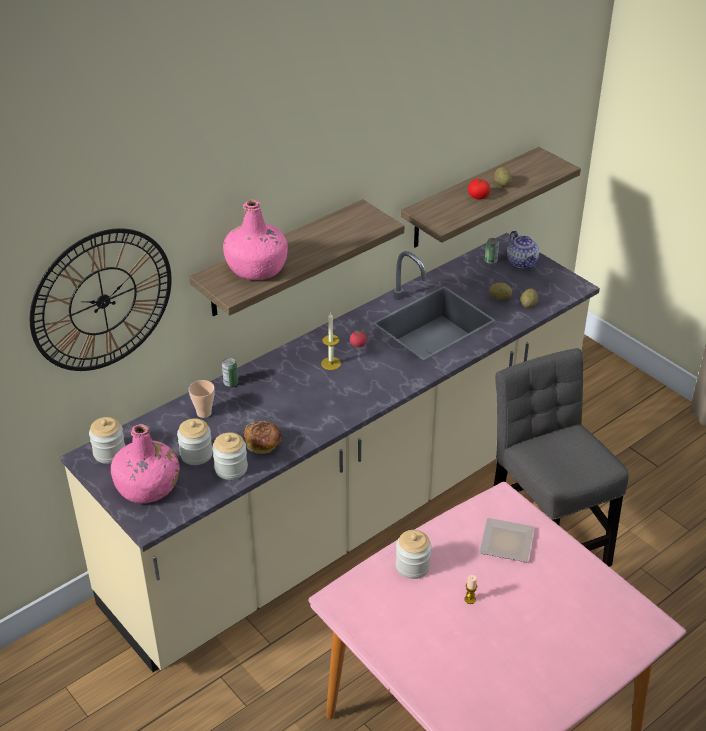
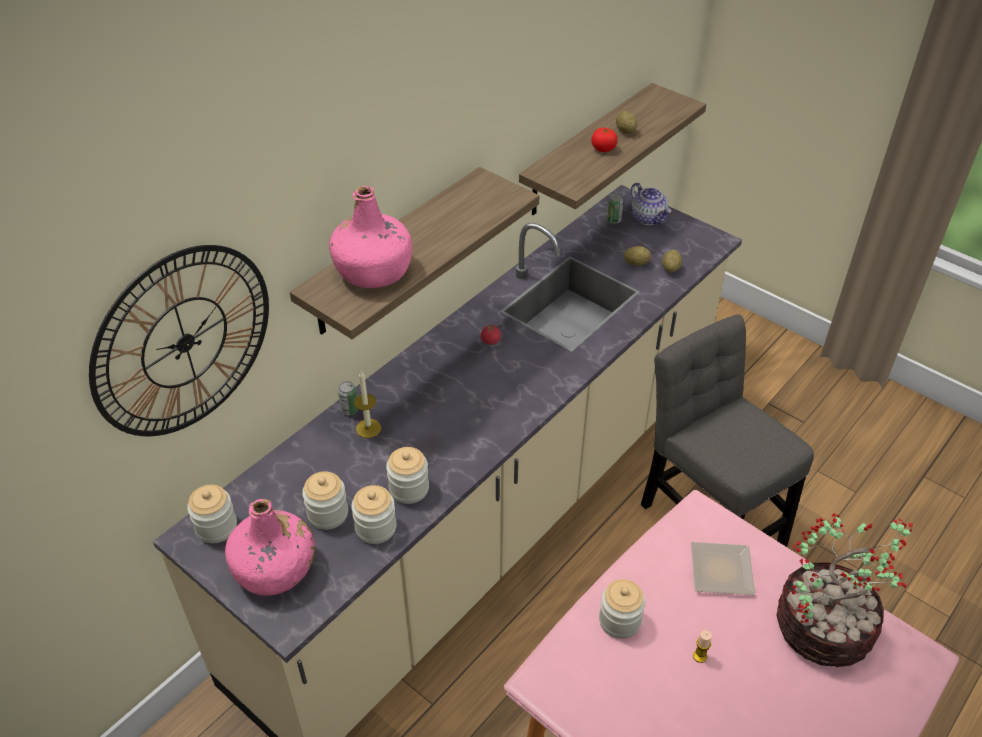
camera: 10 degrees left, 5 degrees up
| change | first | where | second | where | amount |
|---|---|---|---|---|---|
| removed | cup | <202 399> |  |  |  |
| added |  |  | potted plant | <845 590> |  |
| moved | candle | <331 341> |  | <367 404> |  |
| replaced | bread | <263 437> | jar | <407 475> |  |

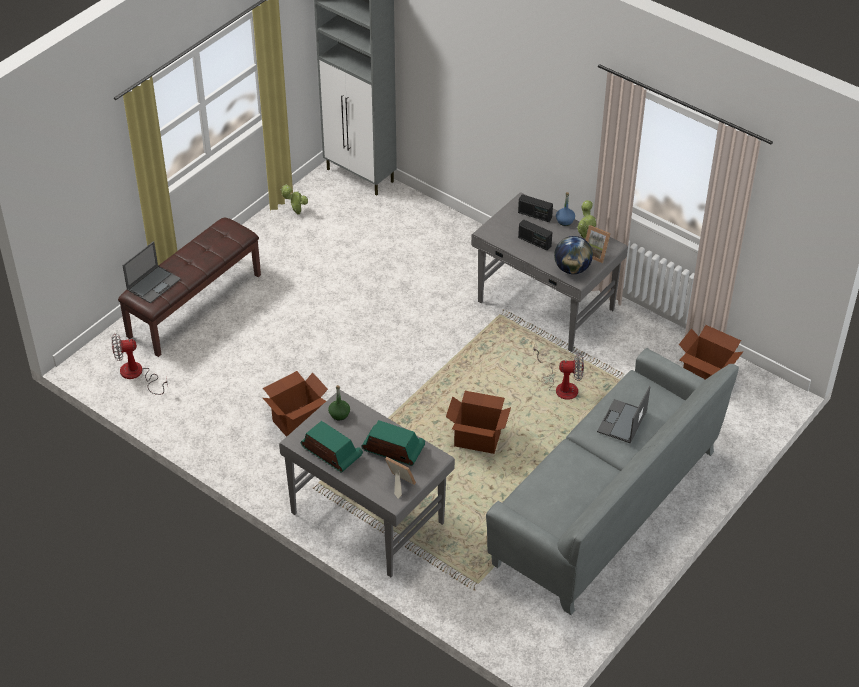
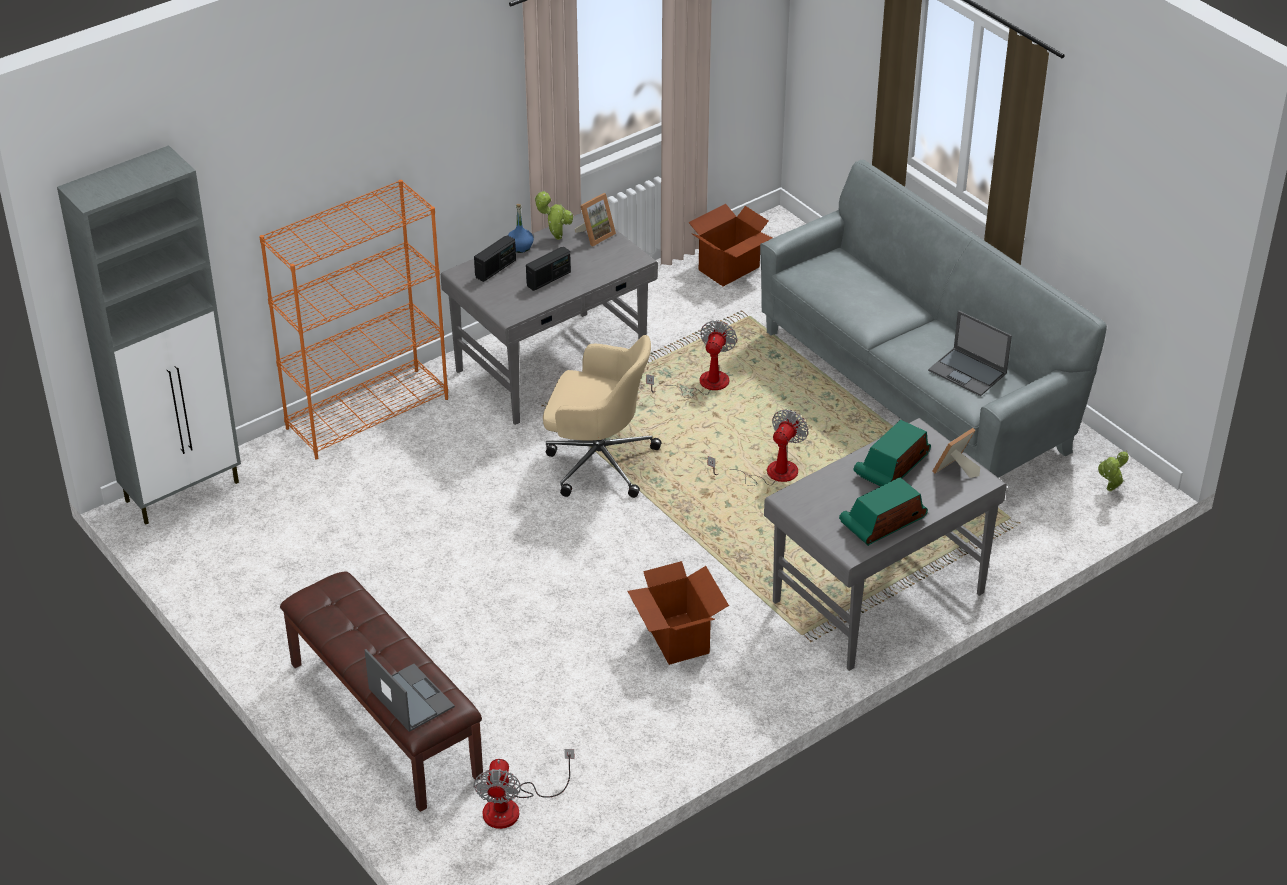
camera: 75 degrees left, 5 degrees down
| change | first | where | second | where | amount |
|---|---|---|---|---|---|
| removed | bottle (green) | <339 402> |  |  |  |
| removed | globe | <573 255> |  |  |  |
| added |  |  | bookcase (orange) | <353 320> |  |
| added |  |  | office chair (beige) | <602 416> |  |
| moved | potted plant | <294 199> |  | <1113 471> |  |
| moved | laptop | <624 414> |  | <970 353> |  |
| replaced | cardboard box | <478 422> | fan | <758 447> |  |

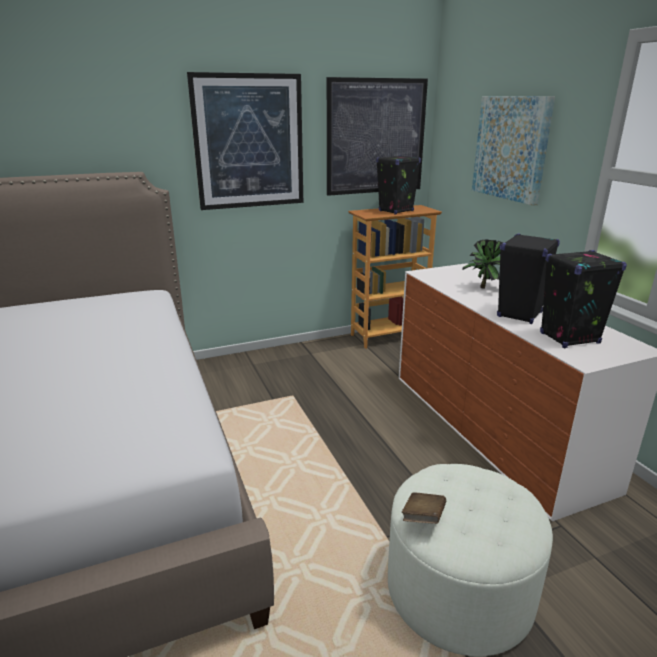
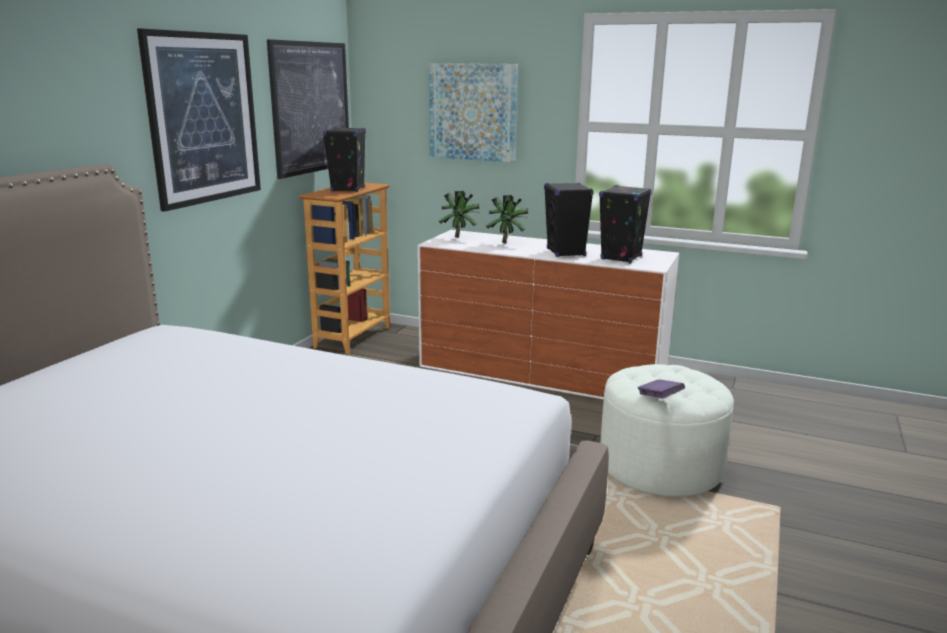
camera: 45 degrees left, 5 degrees down
| change | first | where | second | where | amount |
|---|---|---|---|---|---|
| added |  |  | potted plant | <459 214> |  |
| recoloured | book (brown) | <424 508> | book (purple) | <661 389> |  |

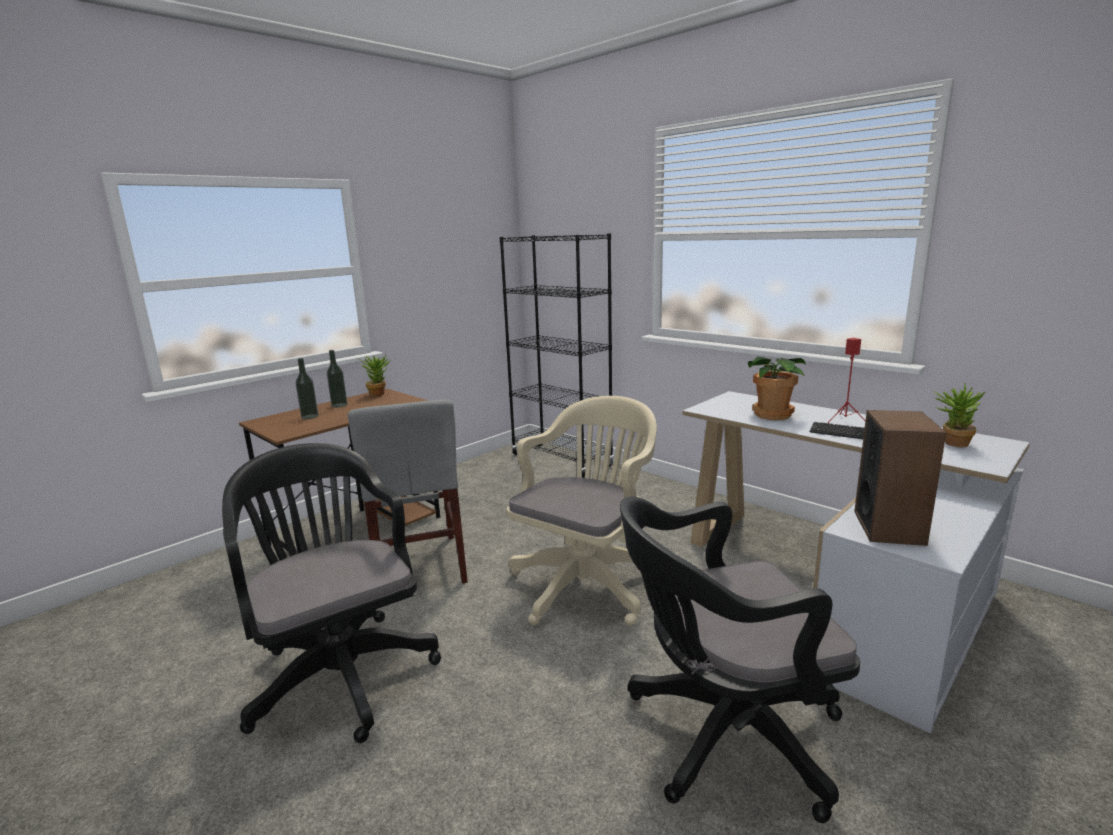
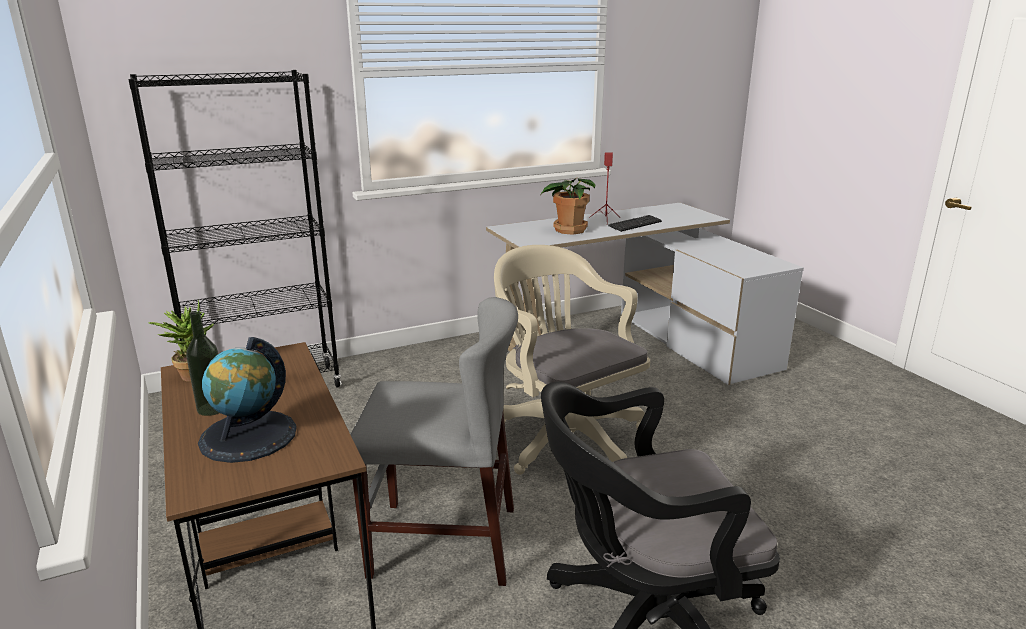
camera: 70 degrees left, 5 degrees up
| change | first | where | second | where | amount |
|---|---|---|---|---|---|
| removed | office chair (black) | <740 660> |  |  |  |
| removed | speaker | <900 478> |  |  |  |
| removed | potted plant | <959 415> |  |  |  |
| replaced | bottle | <307 388> | globe | <247 400> |  |

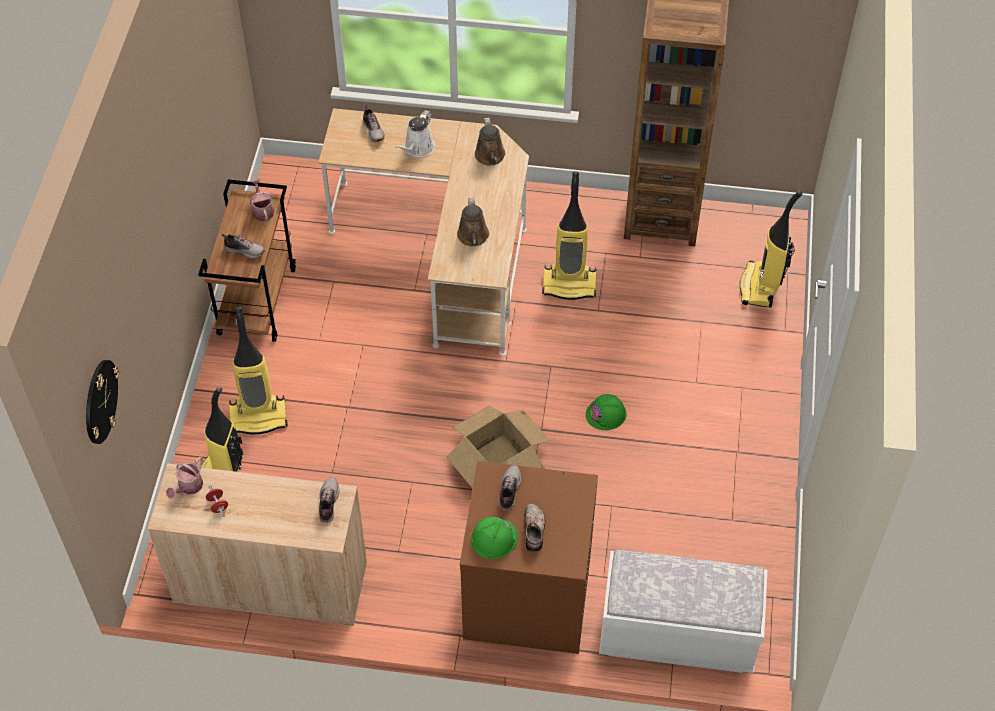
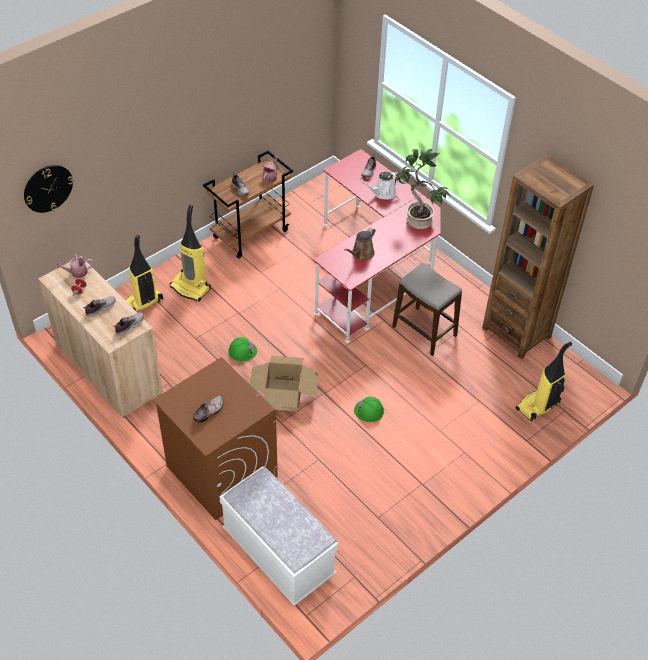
camera: 40 degrees right, 5 degrees down
| change | first | where | second | where | amount |
|---|---|---|---|---|---|
| moved | hard hat (green) | <494 538> |  | <242 349> |  |
| moved | shoe | <510 488> |  | <99 306> |  |
| replaced | watering can (brown) | <490 141> | potted plant | <422 189> |  |
| replaced | vacuum cleaner | <569 236> | stool | <427 309> |  |
| recoloured | desk (beige) | <423 232> | desk (red) | <377 246> |  |

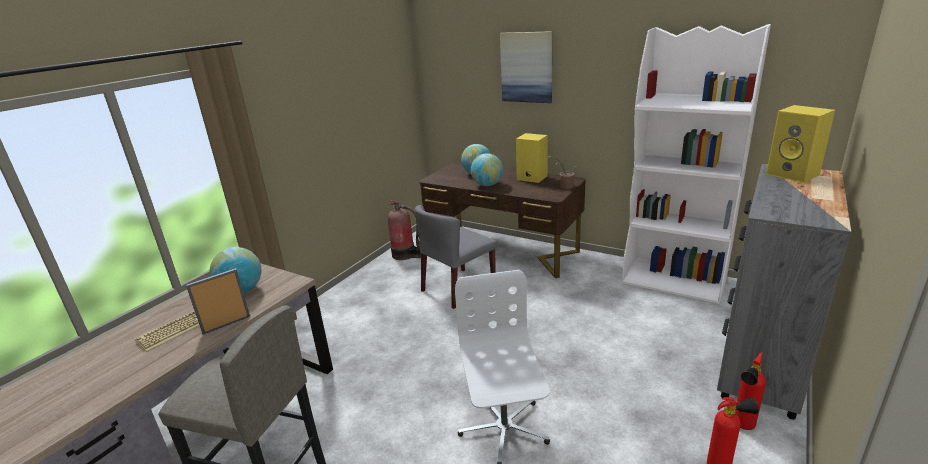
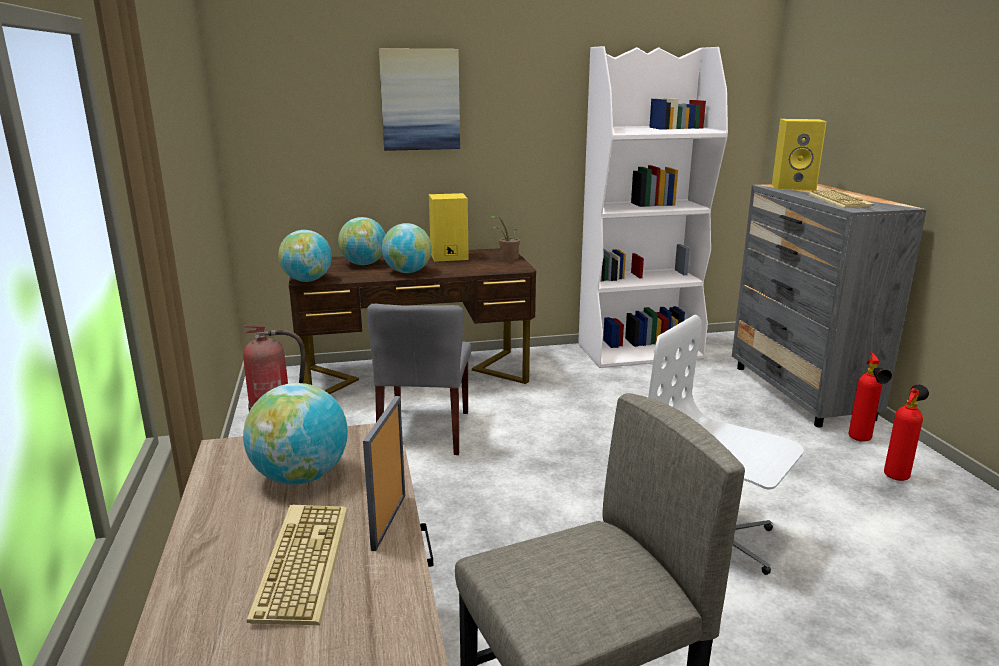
camera: 45 degrees left, 5 degrees down
| change | first | where | second | where | amount |
|---|---|---|---|---|---|
| added |  |  | globe | <305 256> |  |
| added |  |  | keyboard | <841 198> |  |

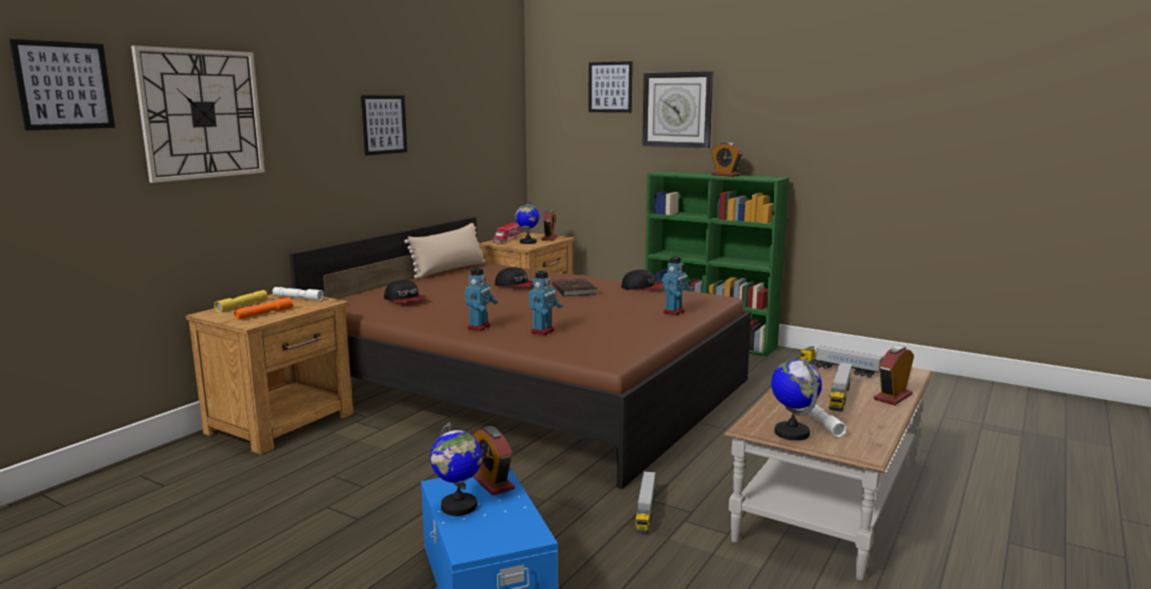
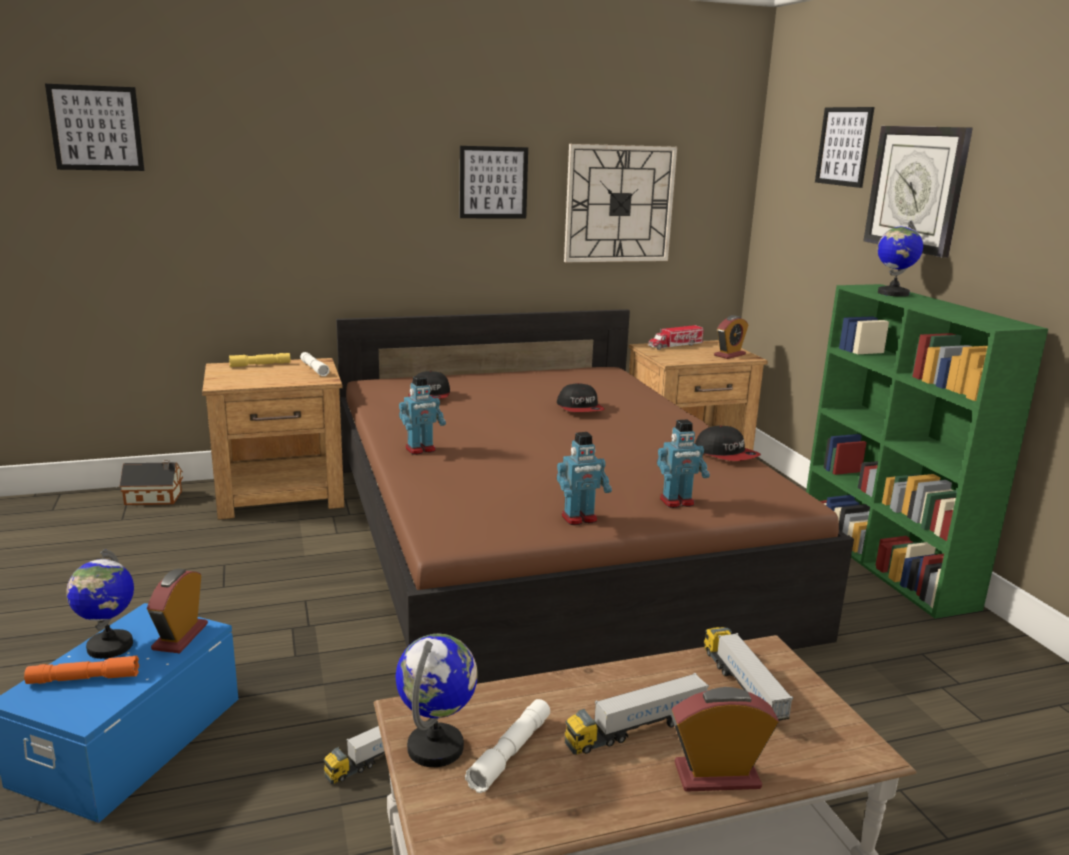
camera: 40 degrees right, 5 degrees up
| change | first | where | second | where | amount |
|---|---|---|---|---|---|
| removed | pillow (beige) | <444 251> |  |  |  |
| removed | book (brown) | <575 287> |  |  |  |
| removed | alarm clock | <727 159> |  |  |  |
| added |  |  | toy house | <151 482> |  |
| moved | wall clock | <198 114> |  | <620 203> |  |
| moved | flashlight (orange) | <263 308> |  | <81 670> |  |
| moved | globe | <527 222> |  | <900 259> |  |
| moved | toy robot | <546 303> |  | <584 478> |  |

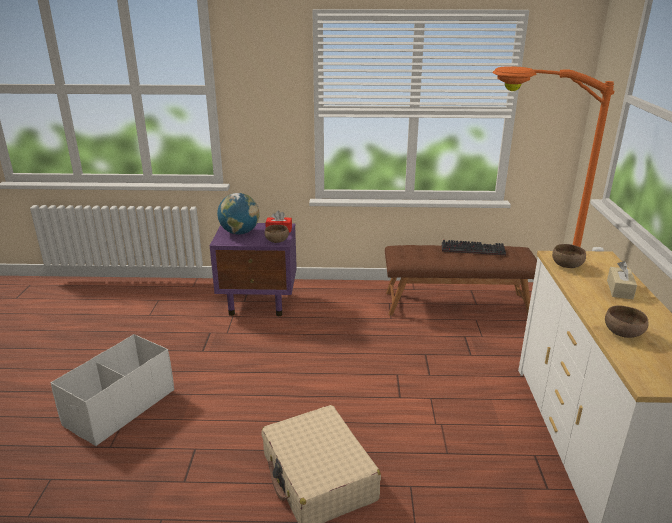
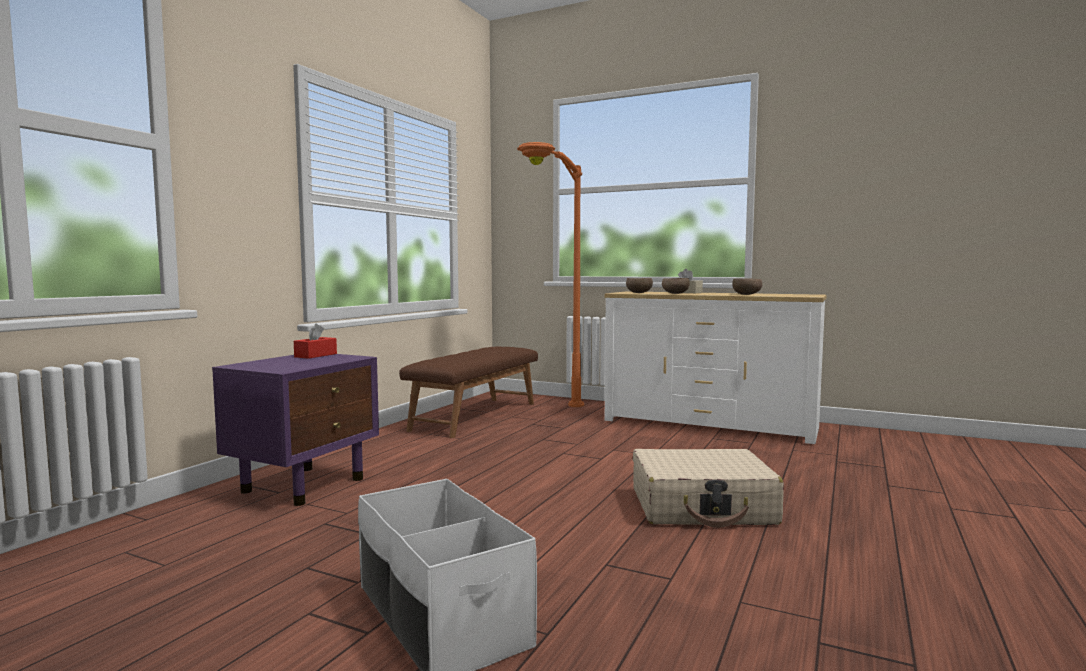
camera: 65 degrees left, 20 degrees down
| change | first | where | second | where | amount |
|---|---|---|---|---|---|
| removed | globe | <238 214> |  |  |  |
| removed | keyboard | <474 247> |  |  |  |
| moved | bowl (brown) | <276 234> |  | <676 286> |  |

